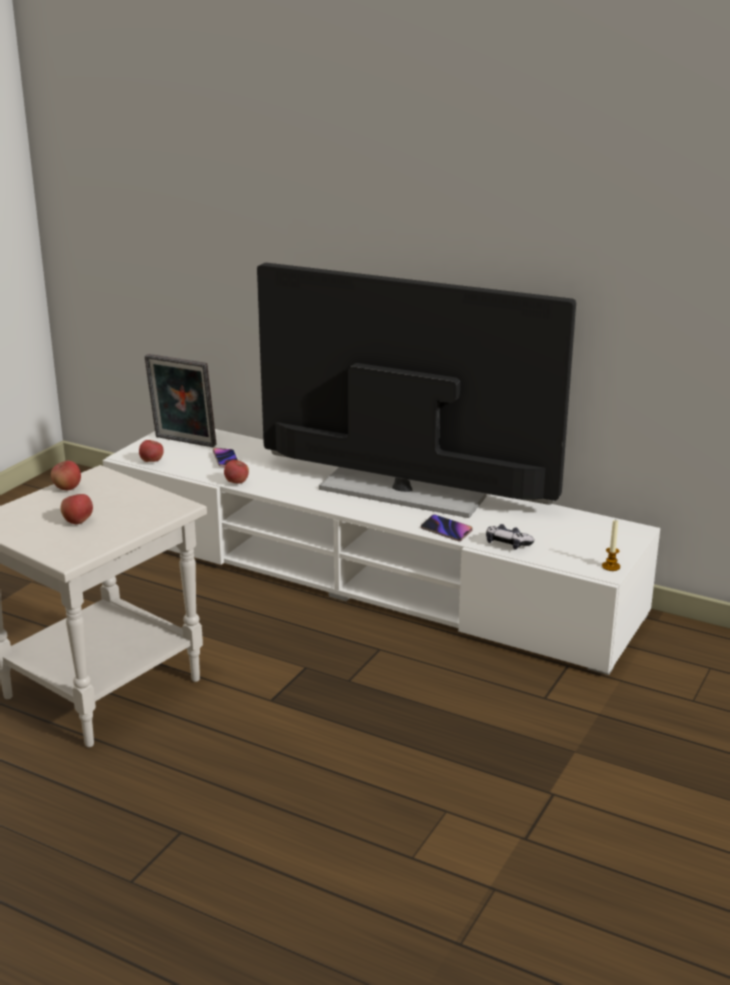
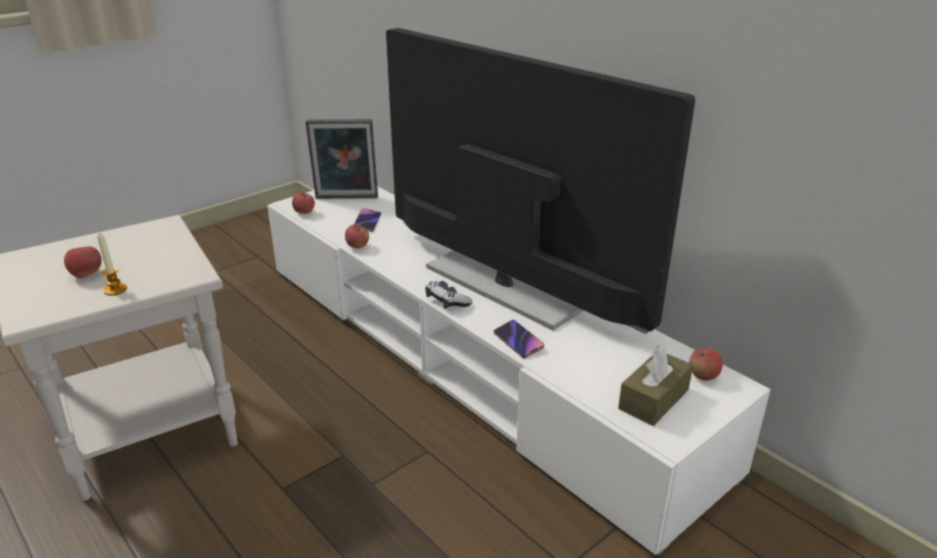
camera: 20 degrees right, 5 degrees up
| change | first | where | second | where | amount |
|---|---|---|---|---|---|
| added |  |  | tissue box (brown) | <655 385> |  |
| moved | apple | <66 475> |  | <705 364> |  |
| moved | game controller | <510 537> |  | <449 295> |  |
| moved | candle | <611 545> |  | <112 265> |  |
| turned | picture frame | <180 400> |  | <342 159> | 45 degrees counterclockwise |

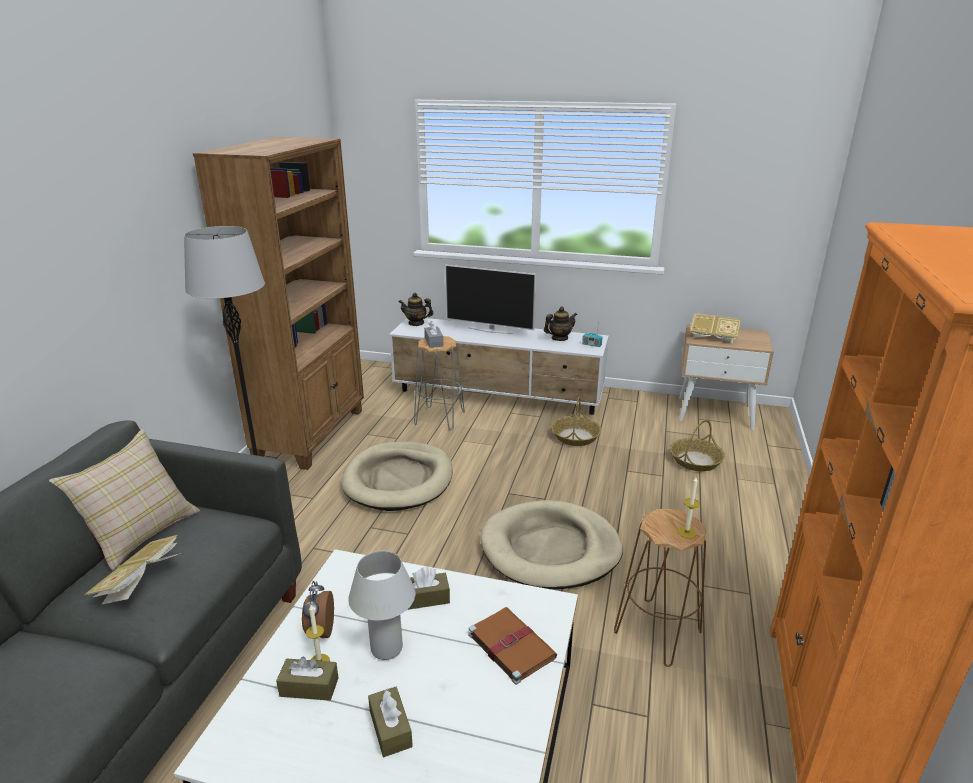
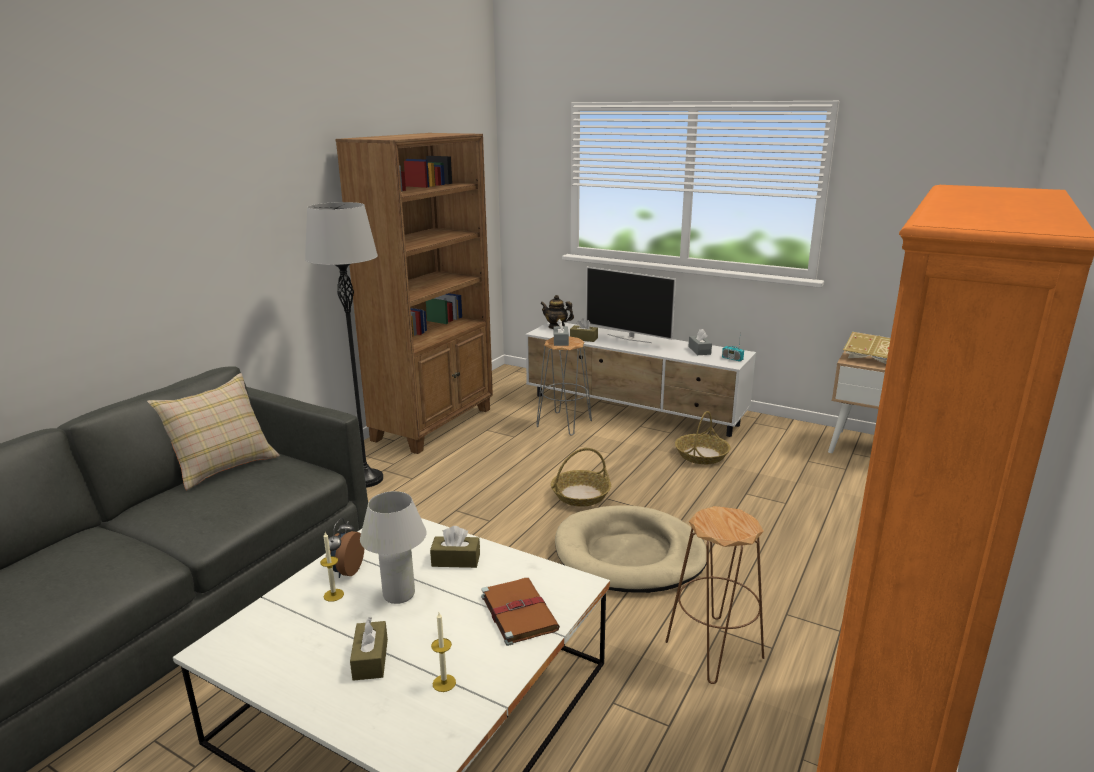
camera: 15 degrees right, 5 degrees down
| change | first | where | second | where | amount |
|---|---|---|---|---|---|
| removed | book | <132 570> |  |  |  |
| removed | dog bed (beige) | <397 476> |  |  |  |
| moved | tissue box (brown) | <307 679> |  | <584 330> |  |
| moved | basket | <697 445> |  | <581 477> |  |
| moved | candle | <689 508> |  | <443 652> |  |
| replaced | teapot | <560 323> | tissue box (grey) | <700 342> |  |

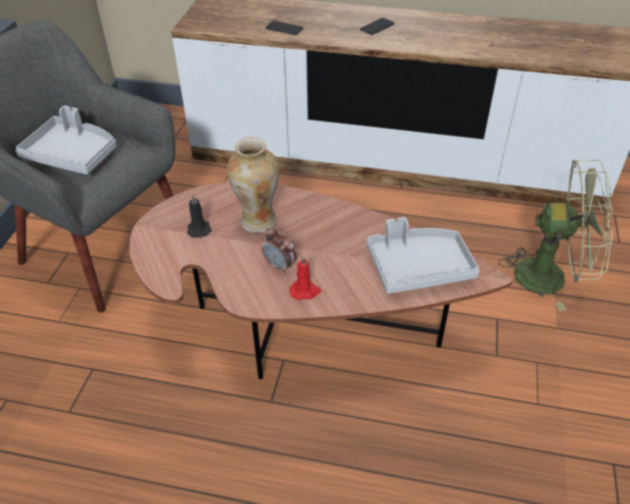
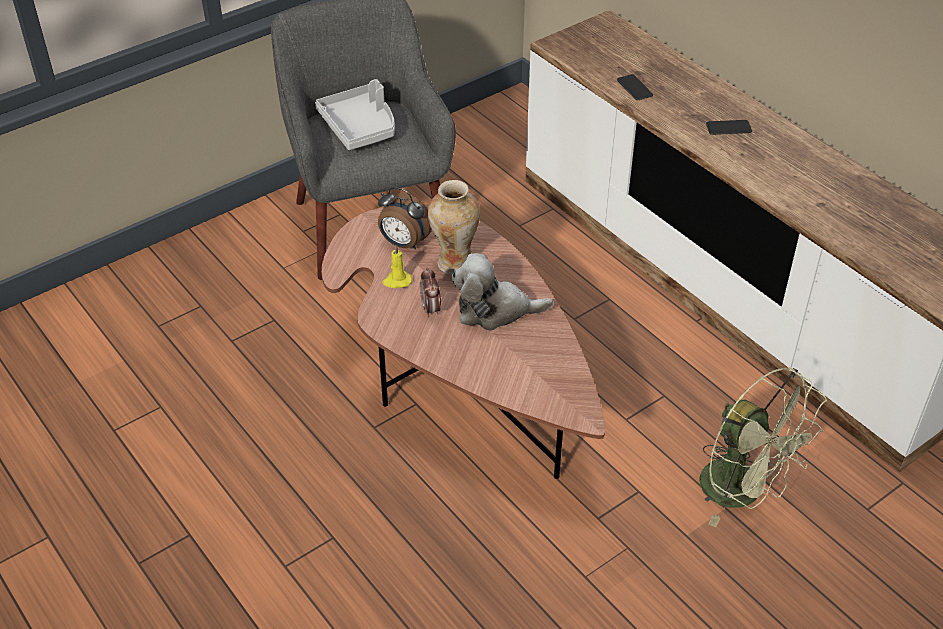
camera: 40 degrees right, 0 degrees up
| change | first | where | second | where | amount |
|---|---|---|---|---|---|
| removed | candle (red) | <305 278> |  |  |  |
| removed | tray (grey) | <423 255> |  |  |  |
| added |  |  | candle (yellow) | <397 266> |  |
| added |  |  | plush toy | <502 292> |  |
| replaced | candle (black) | <199 216> | alarm clock | <405 218> |  |

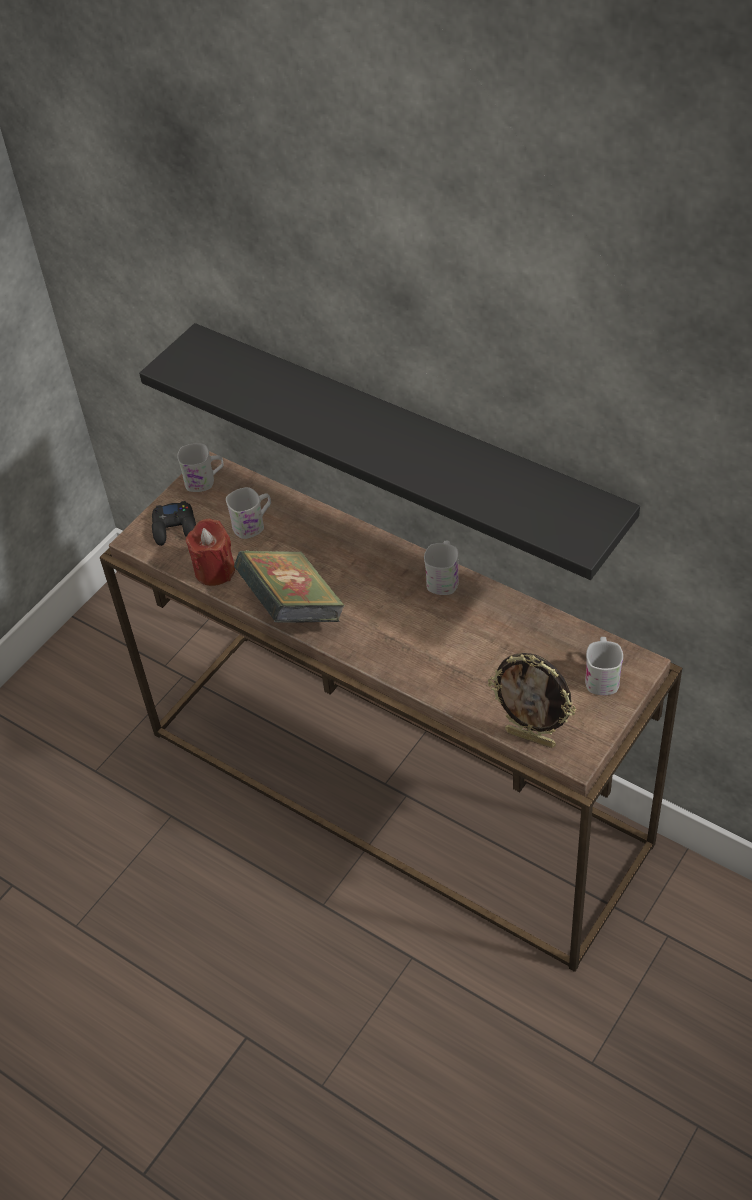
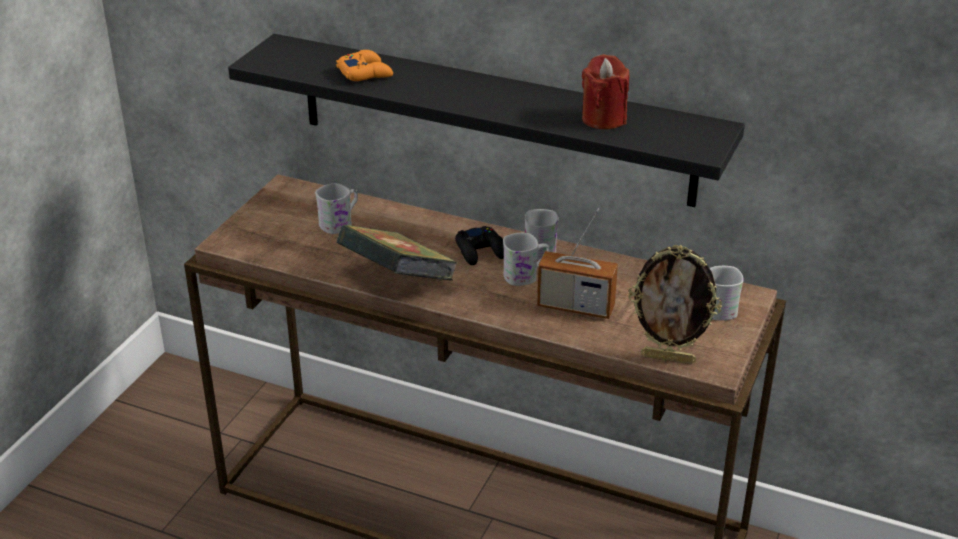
camera: 15 degrees left, 15 degrees down
| change | first | where | second | where | amount |
|---|---|---|---|---|---|
| added |  |  | game controller (orange) | <364 65> |  |
| added |  |  | radio | <577 264> |  |
| moved | game controller (black) | <174 523> |  | <479 245> |  |
| moved | mug (white) | <201 467> |  | <526 259> |  |
| moved | candle (red) | <210 552> |  | <605 91> |  |

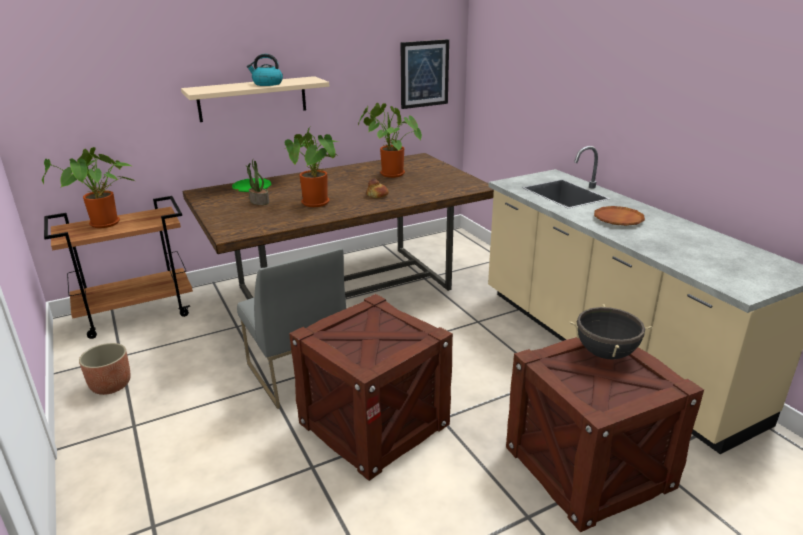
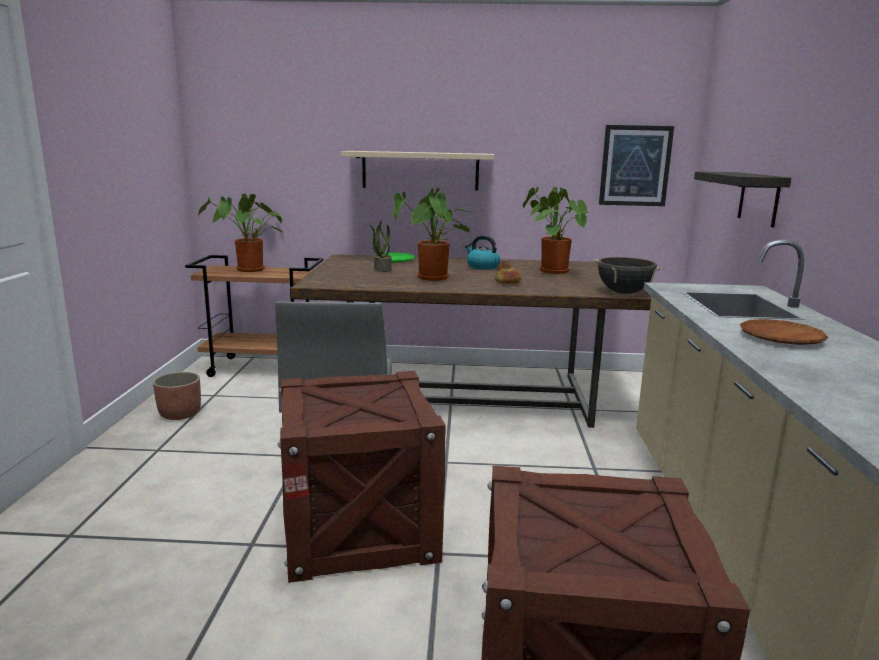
camera: 30 degrees right, 10 degrees down
| change | first | where | second | where | amount |
|---|---|---|---|---|---|
| added |  |  | shelf | <742 199> |  |
| moved | kettle | <265 70> |  | <482 252> |  |
| moved | cooking pot (black) | <611 331> |  | <628 275> |  |

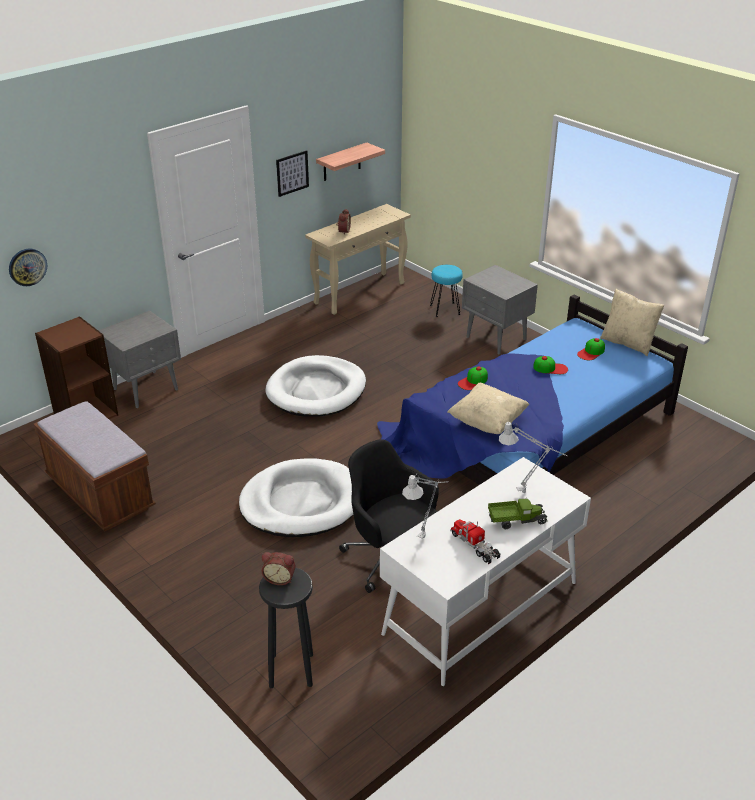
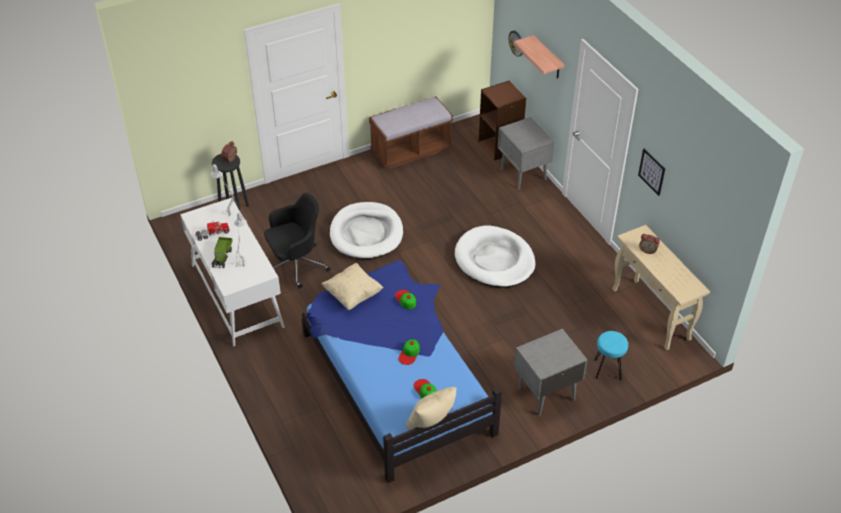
camera: 105 degrees right, 10 degrees up
| change | first | where | second | where | amount |
|---|---|---|---|---|---|
| moved | shelf | <350 162> |  | <539 57> |  |

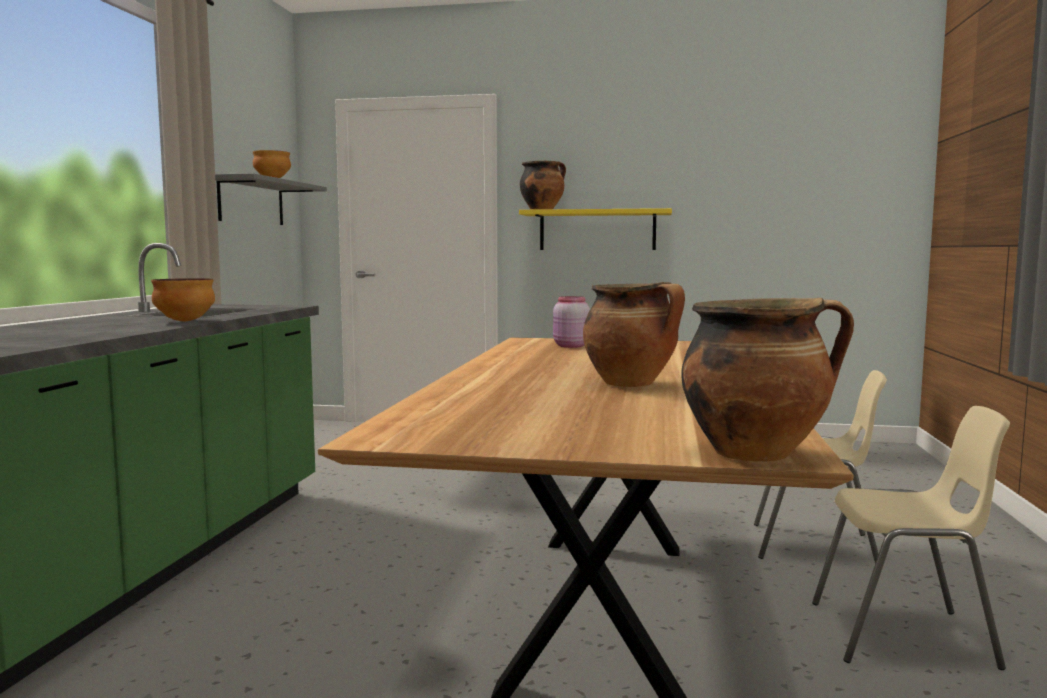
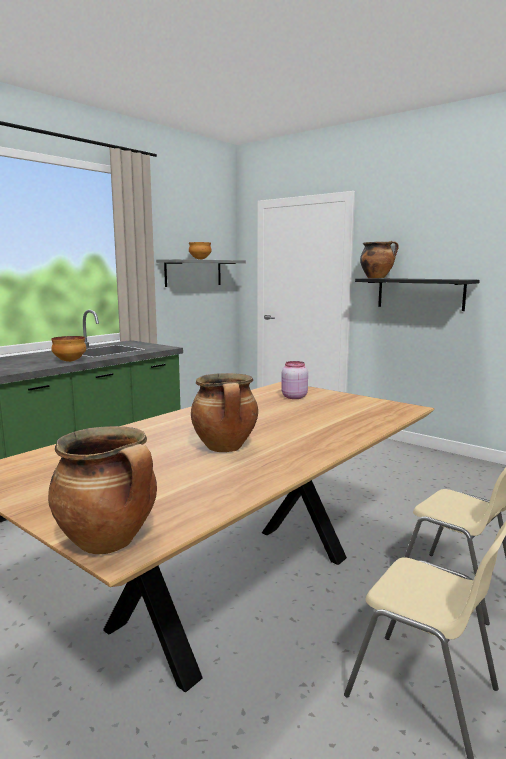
camera: 30 degrees right, 5 degrees up
| change | first | where | second | where | amount |
|---|---|---|---|---|---|
| recoloured | shelf (yellow) | <595 229> | shelf (black) | <417 294> |  |

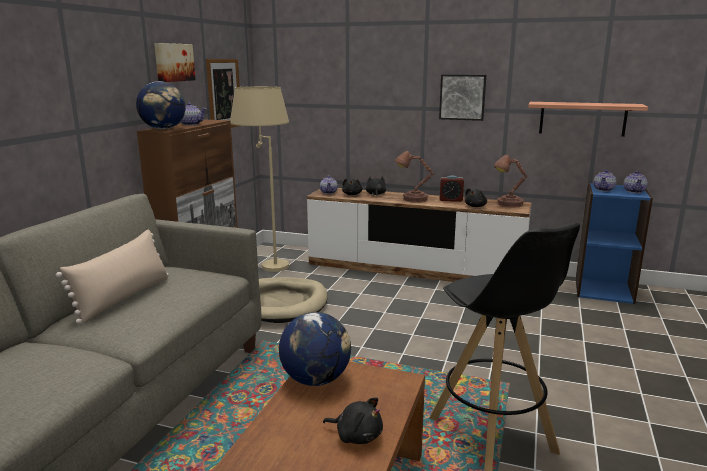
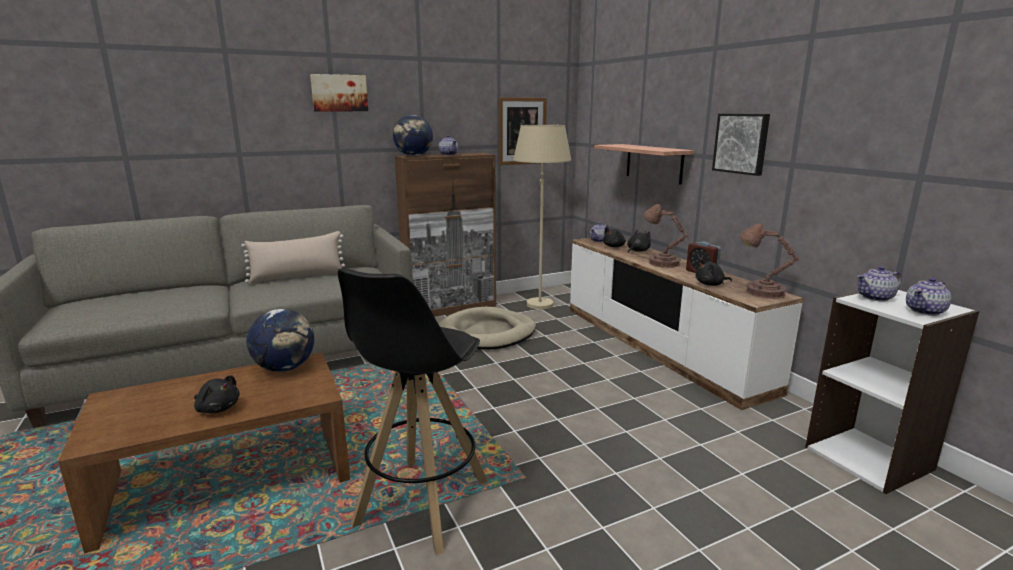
camera: 45 degrees right, 0 degrees up
| change | first | where | second | where | amount |
|---|---|---|---|---|---|
| moved | picture | <175 62> |  | <339 92> |  |
| moved | shelf | <588 119> |  | <644 164> |  |
| recoloured | bookcase (blue) | <614 243> | bookcase (white) | <892 392> |  |
| turned | plush toy (black) | <353 420> |  | <217 394> | 45 degrees counterclockwise |

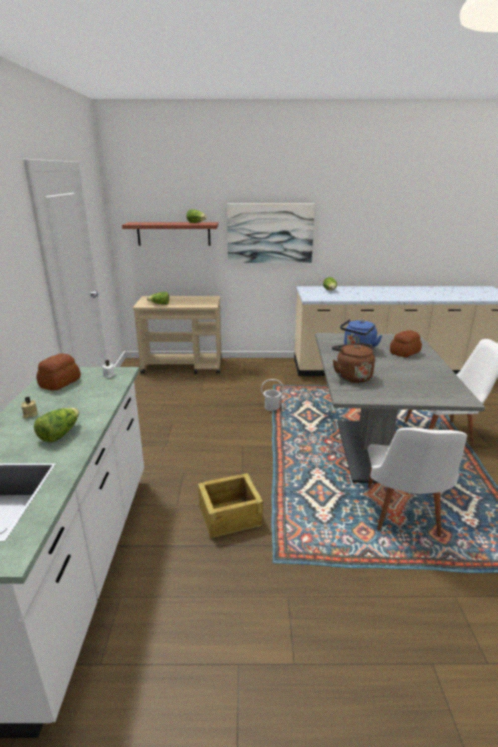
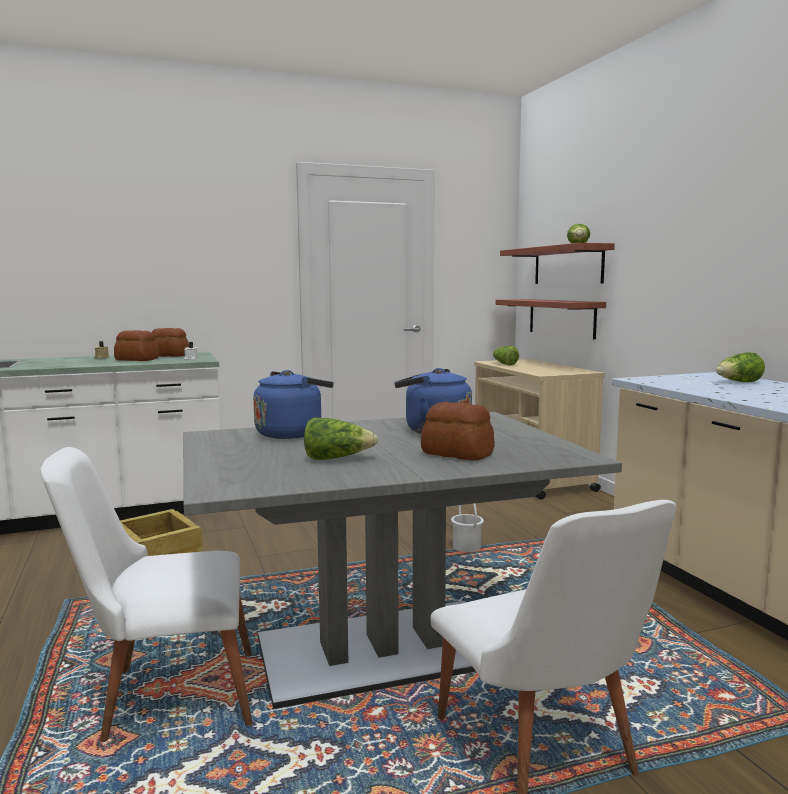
camera: 70 degrees right, 15 degrees down
| change | first | where | second | where | amount |
|---|---|---|---|---|---|
| removed | picture | <271 233> |  |  |  |
| added |  |  | bread | <136 345> |  |
| added |  |  | shelf | <550 319> |  |
| moved | lettuce | <56 425> |  | <341 438> |  |
| recoloured | kettle (brown) | <353 363> | kettle (blue) | <293 404> |  |

